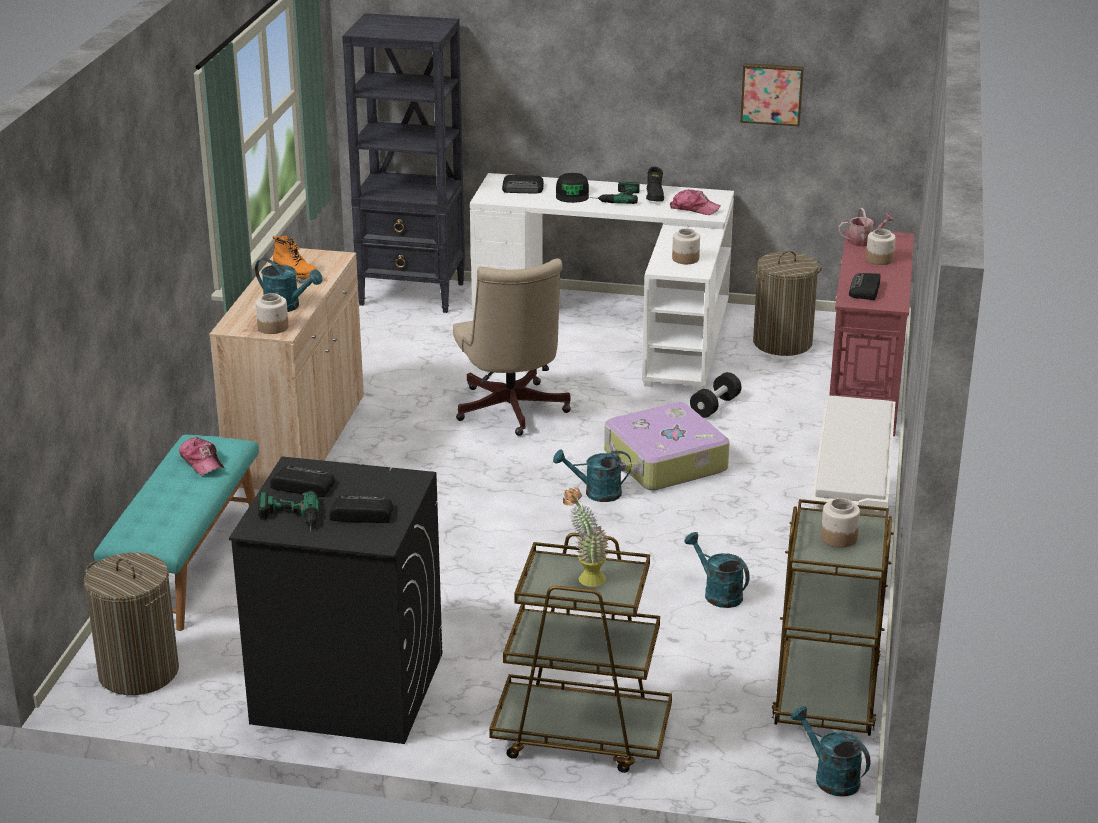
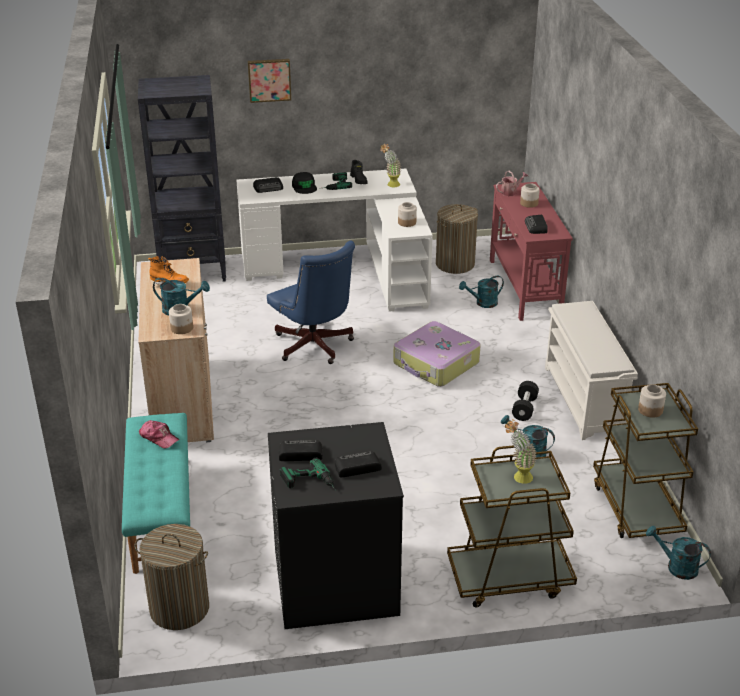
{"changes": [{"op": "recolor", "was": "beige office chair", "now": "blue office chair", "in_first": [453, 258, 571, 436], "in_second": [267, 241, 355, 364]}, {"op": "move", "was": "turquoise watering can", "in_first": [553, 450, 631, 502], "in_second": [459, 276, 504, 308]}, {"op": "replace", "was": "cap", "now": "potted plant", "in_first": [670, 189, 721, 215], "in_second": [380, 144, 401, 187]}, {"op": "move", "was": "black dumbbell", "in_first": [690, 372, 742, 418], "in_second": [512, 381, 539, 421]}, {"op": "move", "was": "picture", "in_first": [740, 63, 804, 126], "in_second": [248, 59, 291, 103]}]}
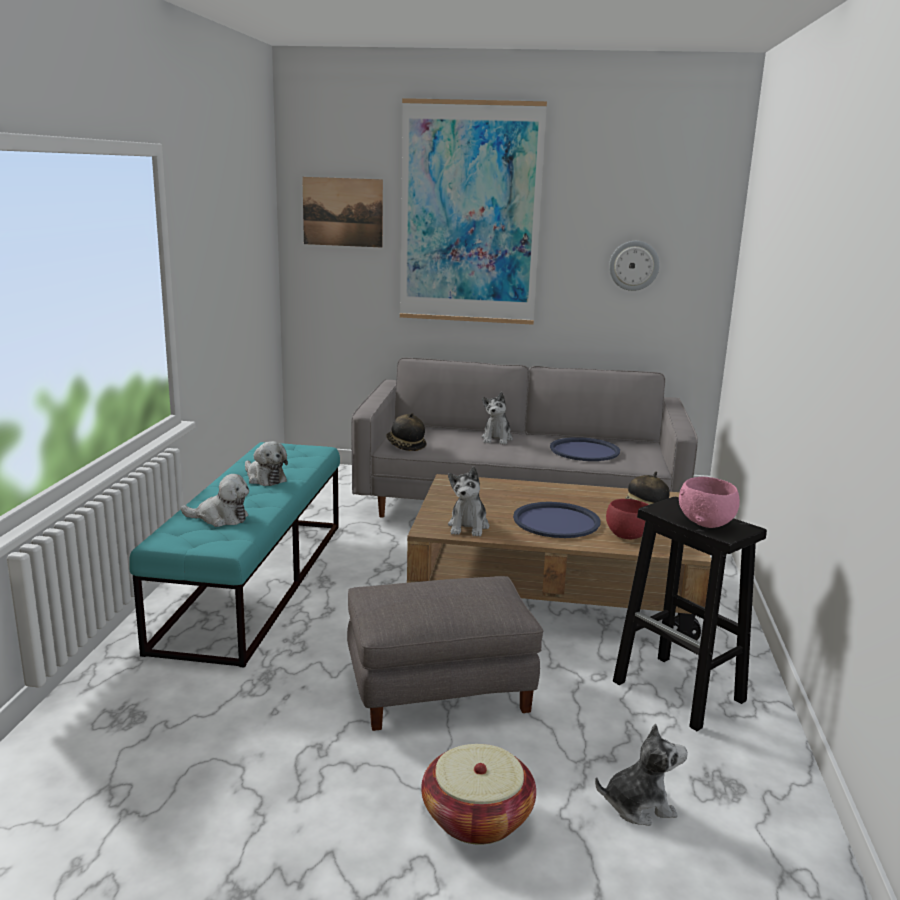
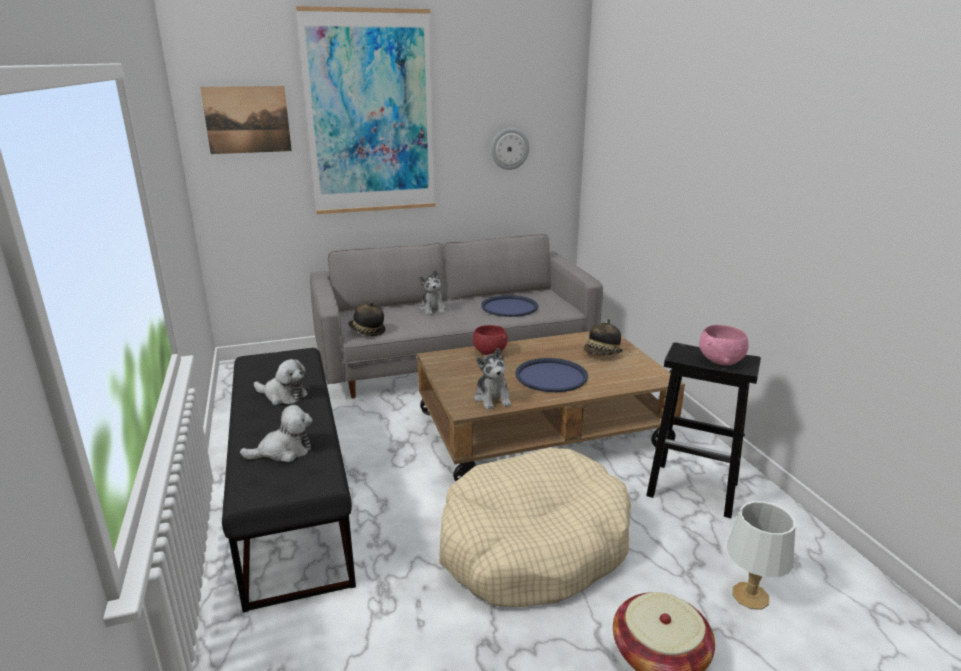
{"changes": [{"op": "recolor", "was": "turquoise bench", "now": "black bench", "in_first": [129, 442, 340, 668], "in_second": [222, 348, 356, 613]}, {"op": "replace", "was": "grey ottoman", "now": "beige dog bed", "in_first": [347, 576, 544, 731], "in_second": [439, 448, 631, 607]}, {"op": "replace", "was": "plush toy", "now": "white table lamp", "in_first": [595, 723, 687, 826], "in_second": [727, 501, 795, 610]}, {"op": "move", "was": "red bowl", "in_first": [606, 499, 649, 539], "in_second": [473, 325, 508, 355]}]}
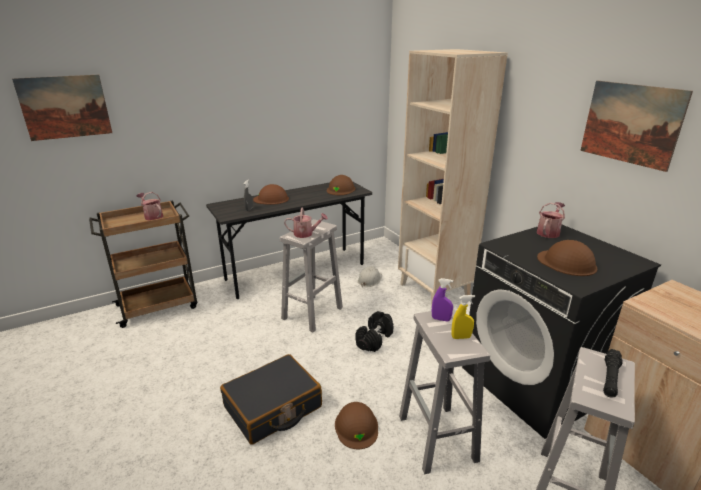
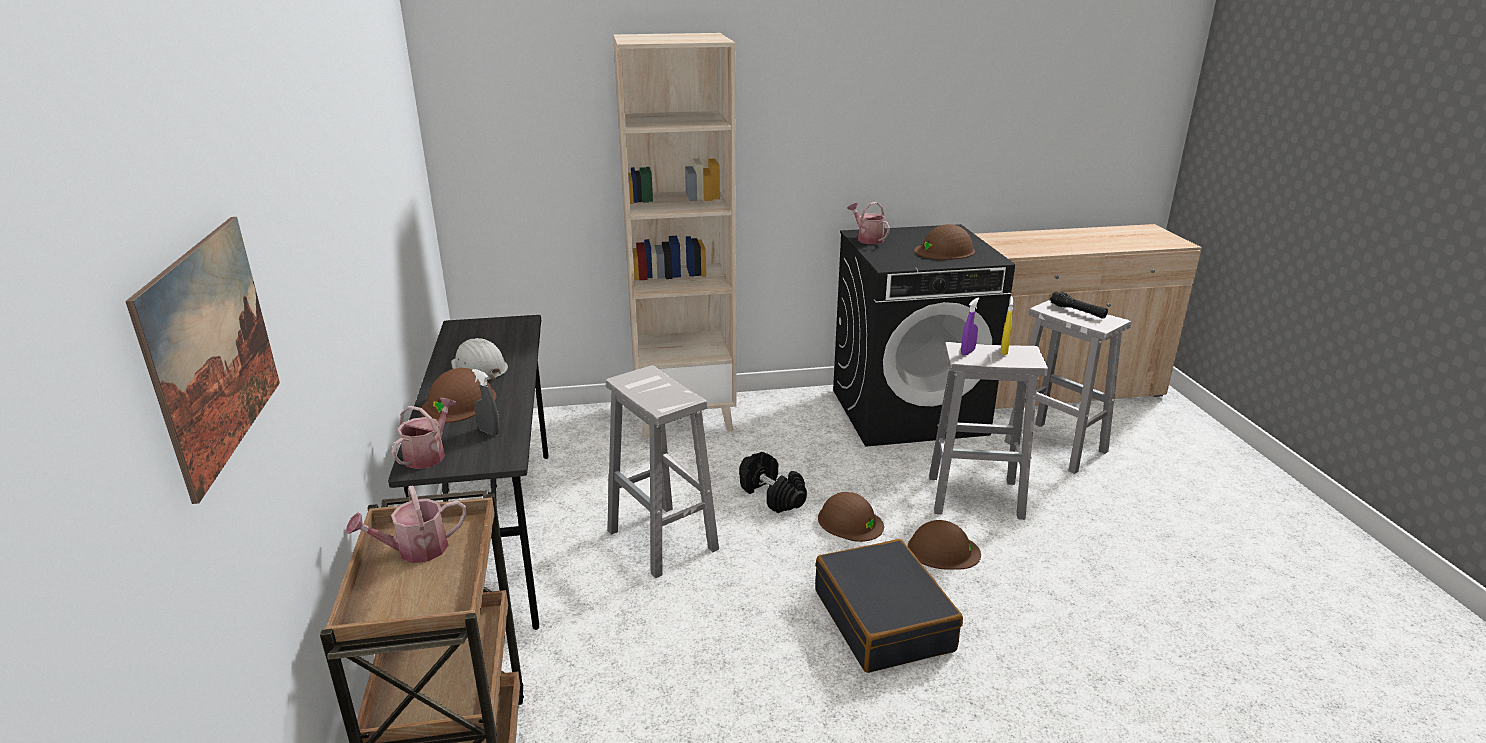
{"changes": [{"op": "move", "was": "watering can", "in_first": [284, 208, 328, 238], "in_second": [391, 398, 457, 469]}, {"op": "move", "was": "brown hard hat", "in_first": [326, 175, 355, 195], "in_second": [818, 492, 884, 542]}, {"op": "move", "was": "white hard hat", "in_first": [358, 266, 382, 287], "in_second": [451, 338, 508, 381]}, {"op": "delete", "was": "picture", "in_first": [580, 81, 693, 172]}]}
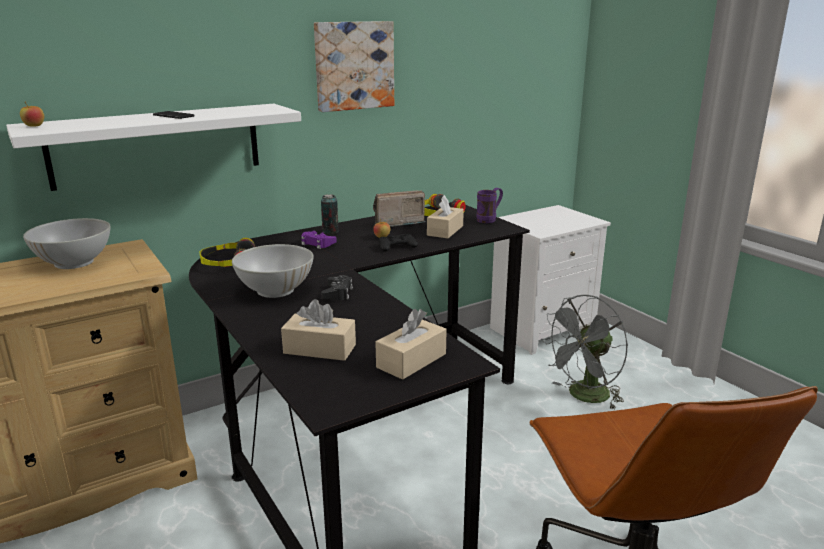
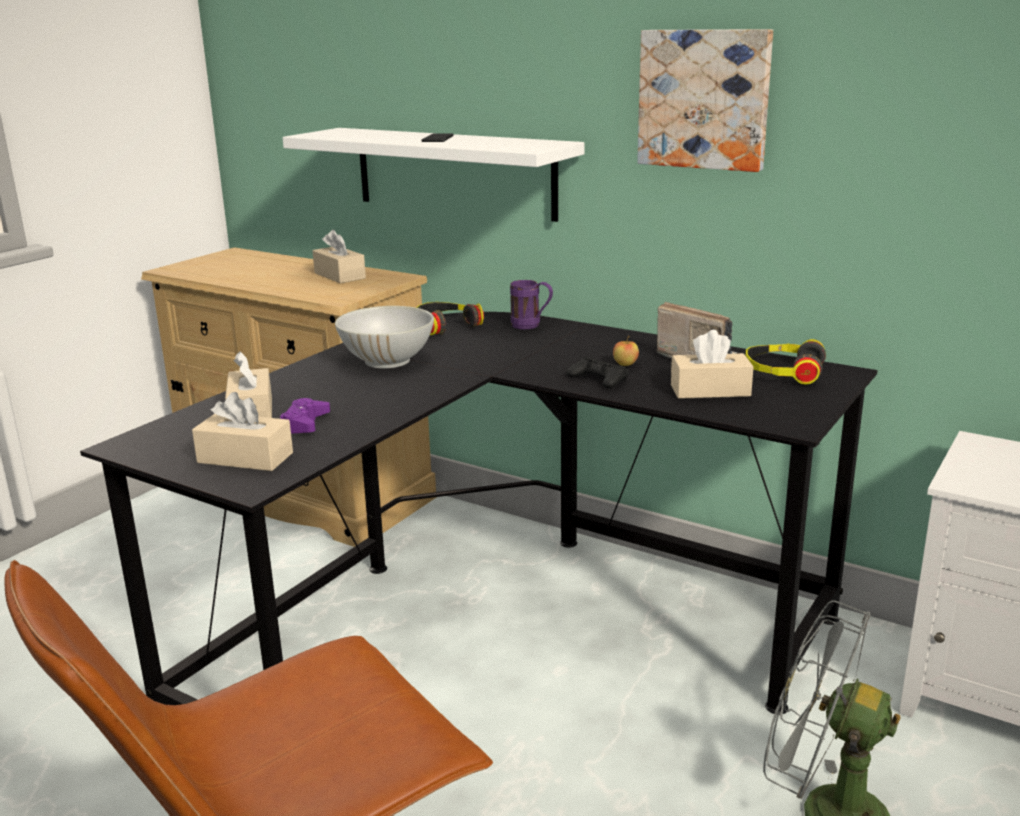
{"changes": [{"op": "delete", "was": "apple", "in_first": [20, 102, 44, 127]}, {"op": "replace", "was": "white bowl", "now": "beige tissue box", "in_first": [23, 218, 111, 269], "in_second": [312, 230, 366, 283]}, {"op": "move", "was": "purple game controller", "in_first": [301, 231, 337, 249], "in_second": [280, 398, 330, 433]}, {"op": "delete", "was": "can", "in_first": [321, 194, 339, 234]}, {"op": "delete", "was": "black game controller", "in_first": [321, 275, 353, 300]}, {"op": "move", "was": "purple mug", "in_first": [476, 188, 503, 223], "in_second": [510, 280, 553, 329]}]}
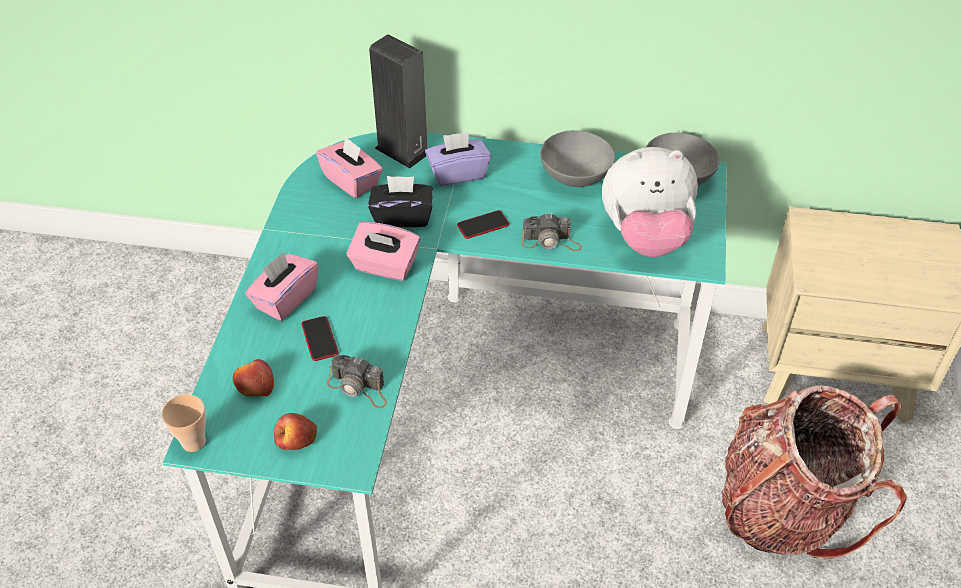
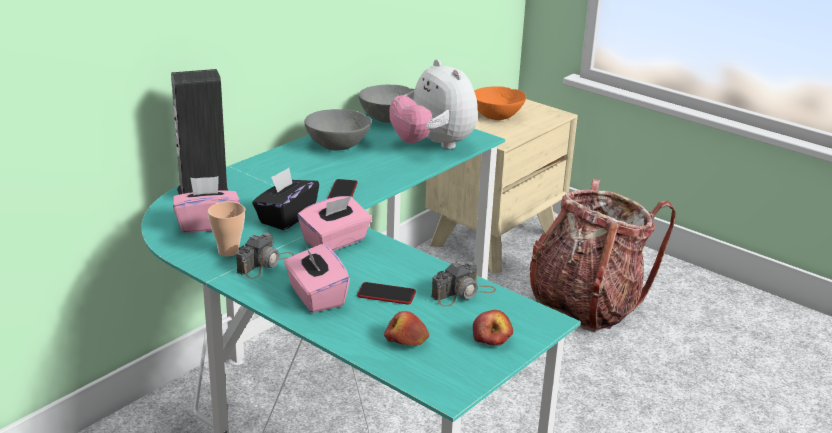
{"changes": [{"op": "move", "was": "cup", "in_first": [161, 394, 206, 452], "in_second": [208, 202, 245, 257]}, {"op": "delete", "was": "purple tissue box", "in_first": [425, 132, 491, 186]}, {"op": "move", "was": "photo camera", "in_first": [522, 213, 582, 251], "in_second": [236, 232, 294, 279]}, {"op": "rotate", "was": "plush toy", "in_first": [602, 147, 698, 257], "in_second": [389, 59, 478, 149], "clockwise": 120}, {"op": "insert", "now": "orange bowl", "in_second": [474, 86, 526, 120]}]}
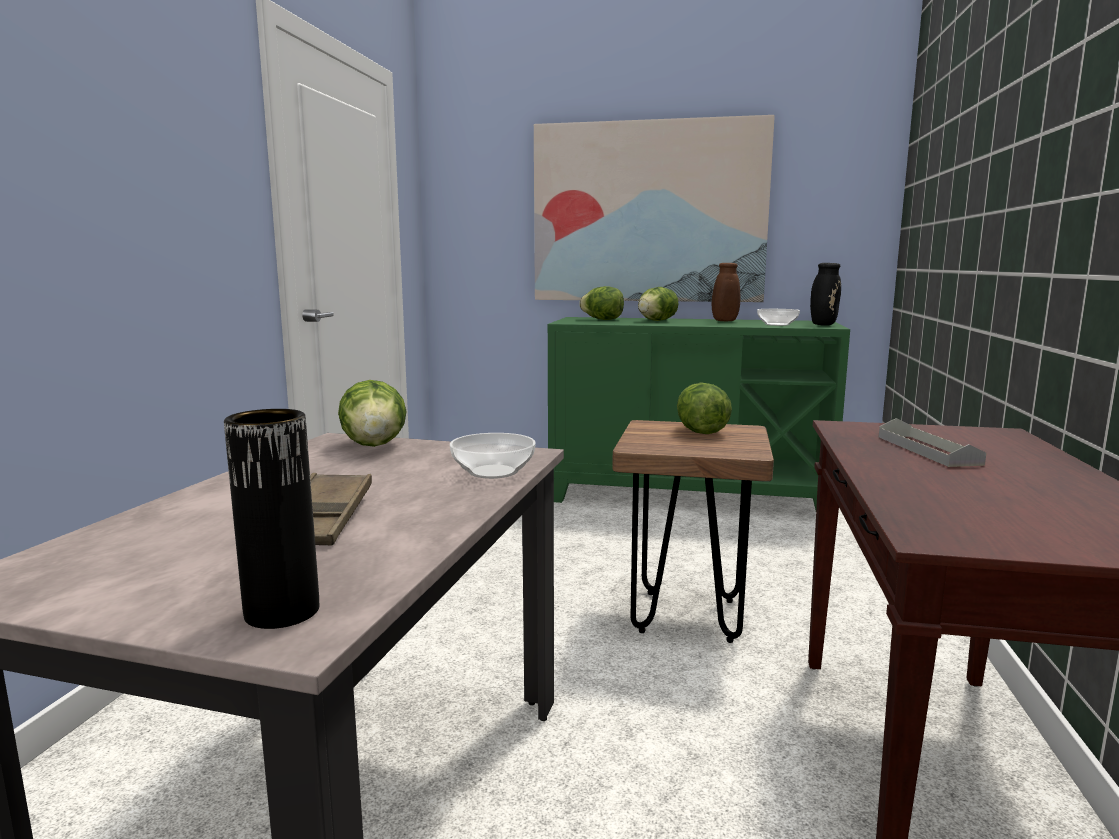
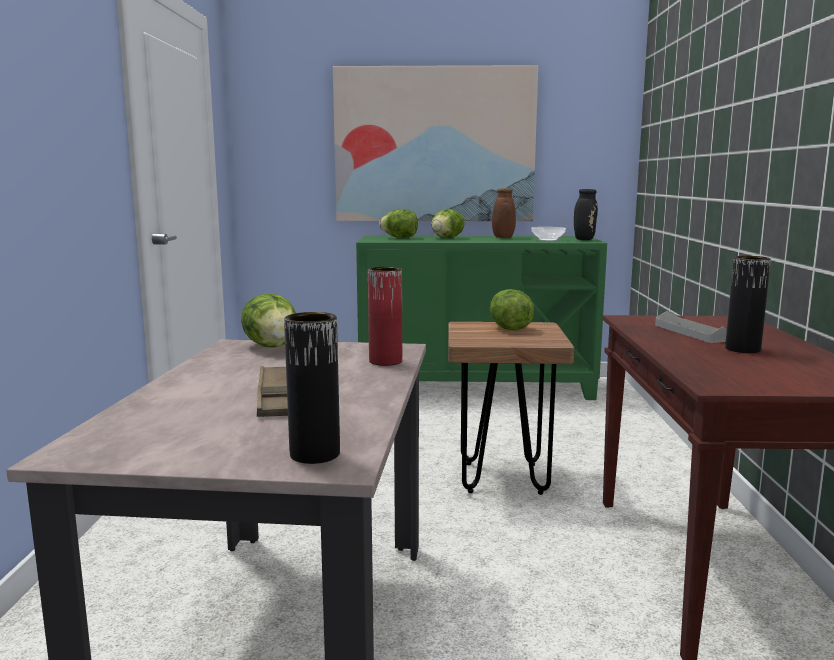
{"changes": [{"op": "replace", "was": "bowl", "now": "red vase", "in_first": [450, 433, 536, 479], "in_second": [368, 267, 402, 366]}, {"op": "insert", "now": "black vase", "in_second": [725, 256, 771, 353]}]}
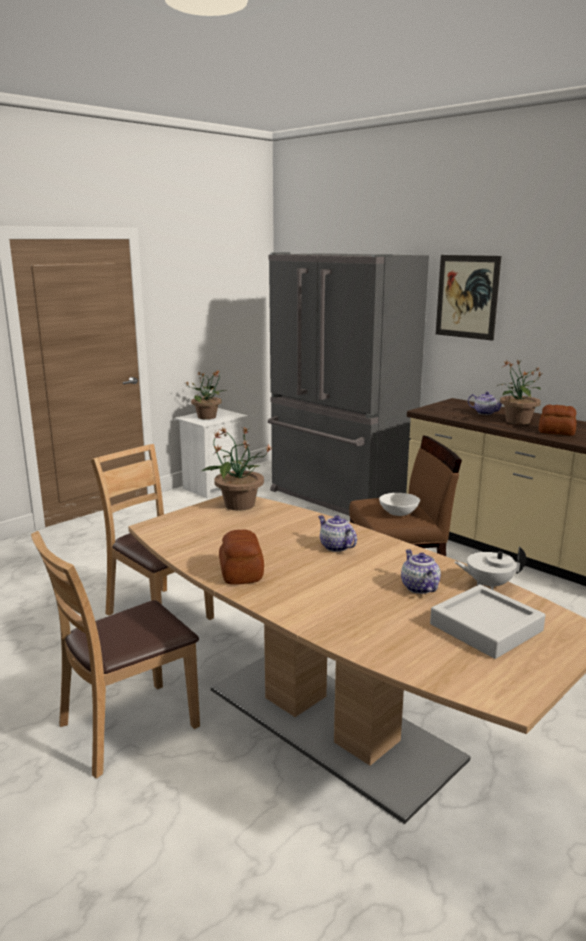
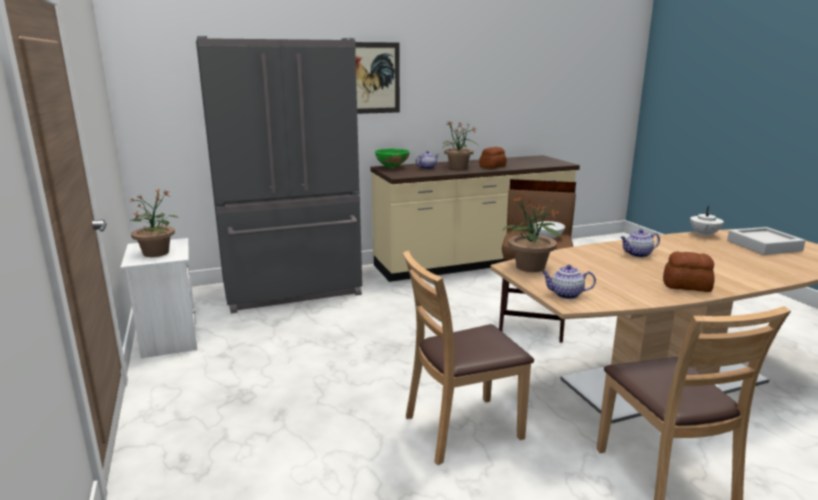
{"changes": [{"op": "move", "was": "teapot", "in_first": [401, 549, 441, 594], "in_second": [542, 265, 596, 299]}, {"op": "insert", "now": "green bowl", "in_second": [375, 148, 410, 168]}]}
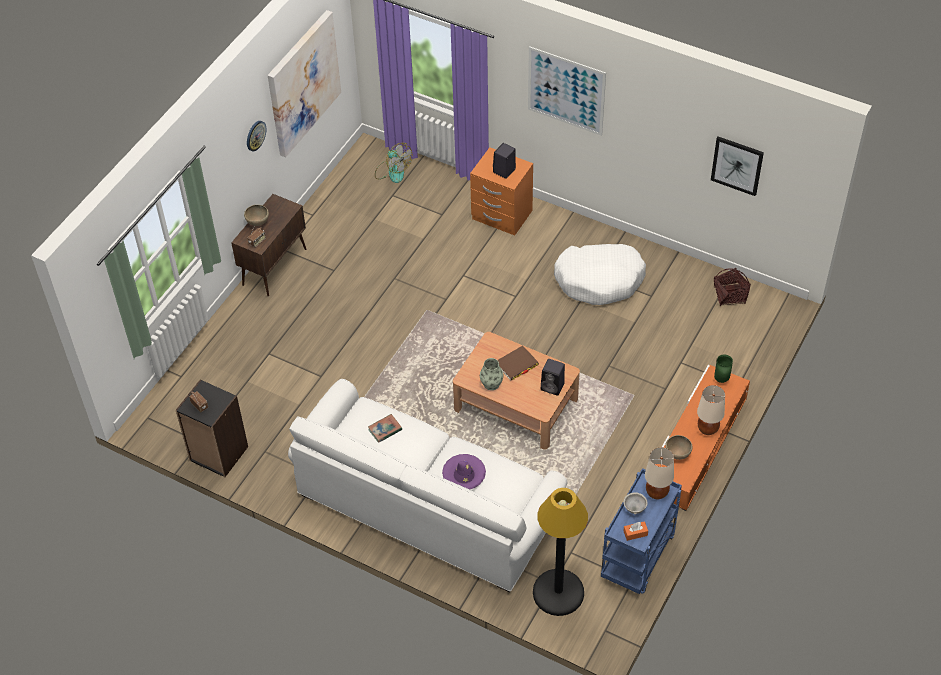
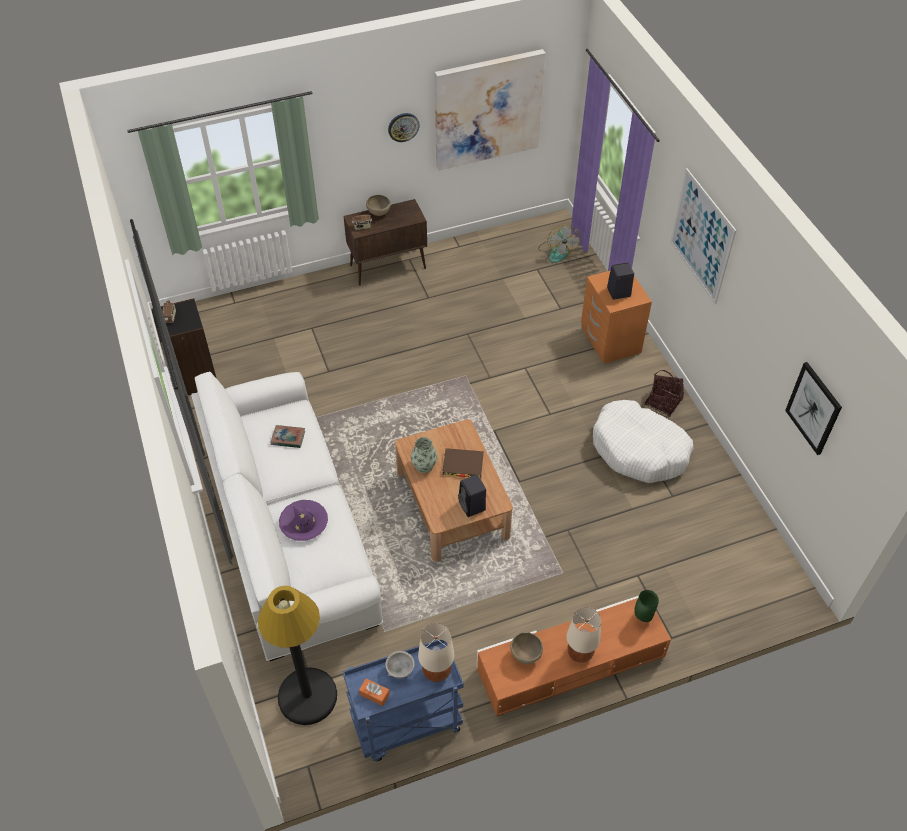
{"changes": [{"op": "move", "was": "basket", "in_first": [714, 267, 751, 306], "in_second": [645, 370, 684, 417]}]}
